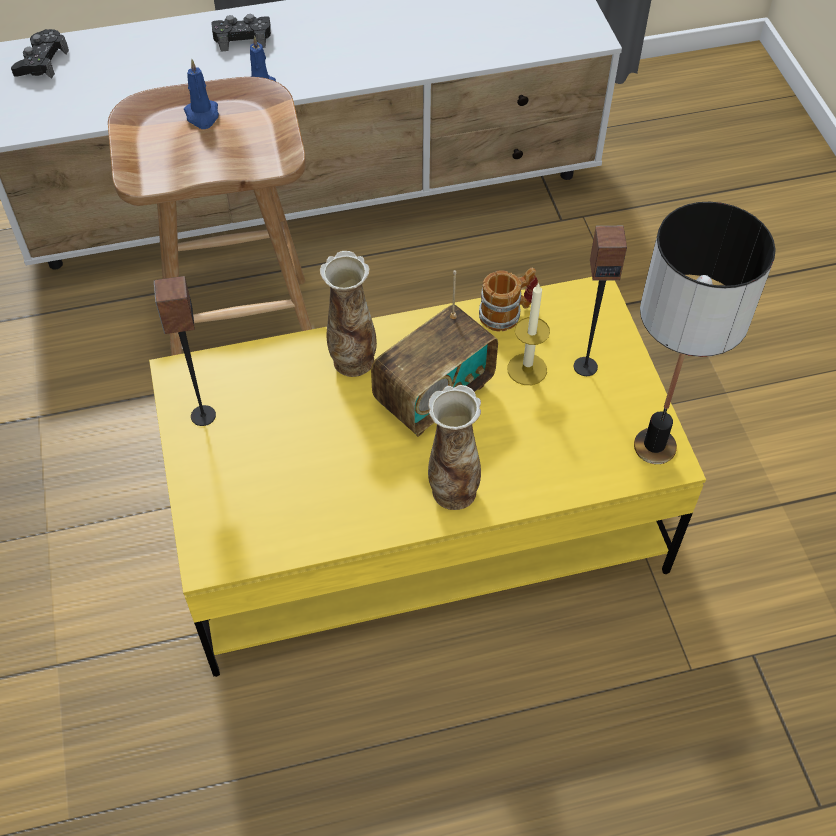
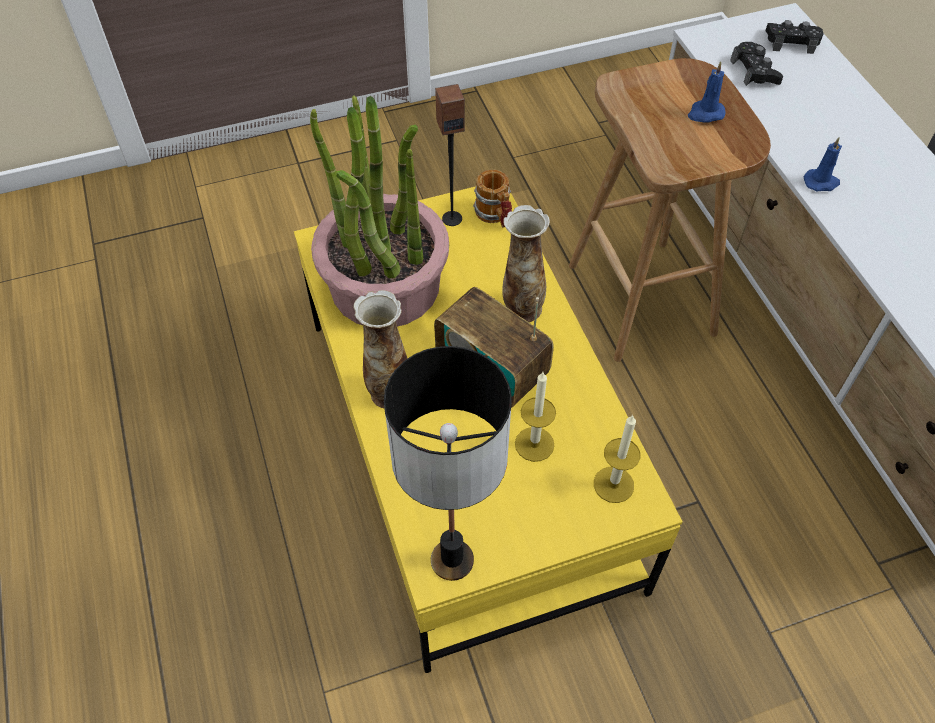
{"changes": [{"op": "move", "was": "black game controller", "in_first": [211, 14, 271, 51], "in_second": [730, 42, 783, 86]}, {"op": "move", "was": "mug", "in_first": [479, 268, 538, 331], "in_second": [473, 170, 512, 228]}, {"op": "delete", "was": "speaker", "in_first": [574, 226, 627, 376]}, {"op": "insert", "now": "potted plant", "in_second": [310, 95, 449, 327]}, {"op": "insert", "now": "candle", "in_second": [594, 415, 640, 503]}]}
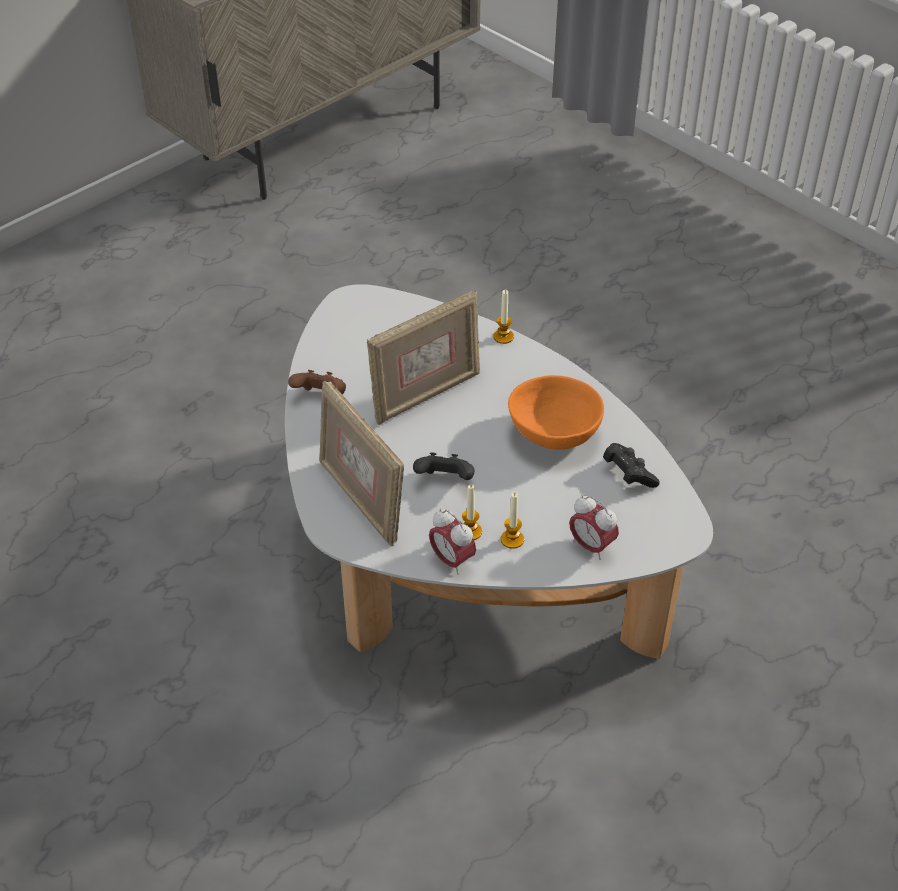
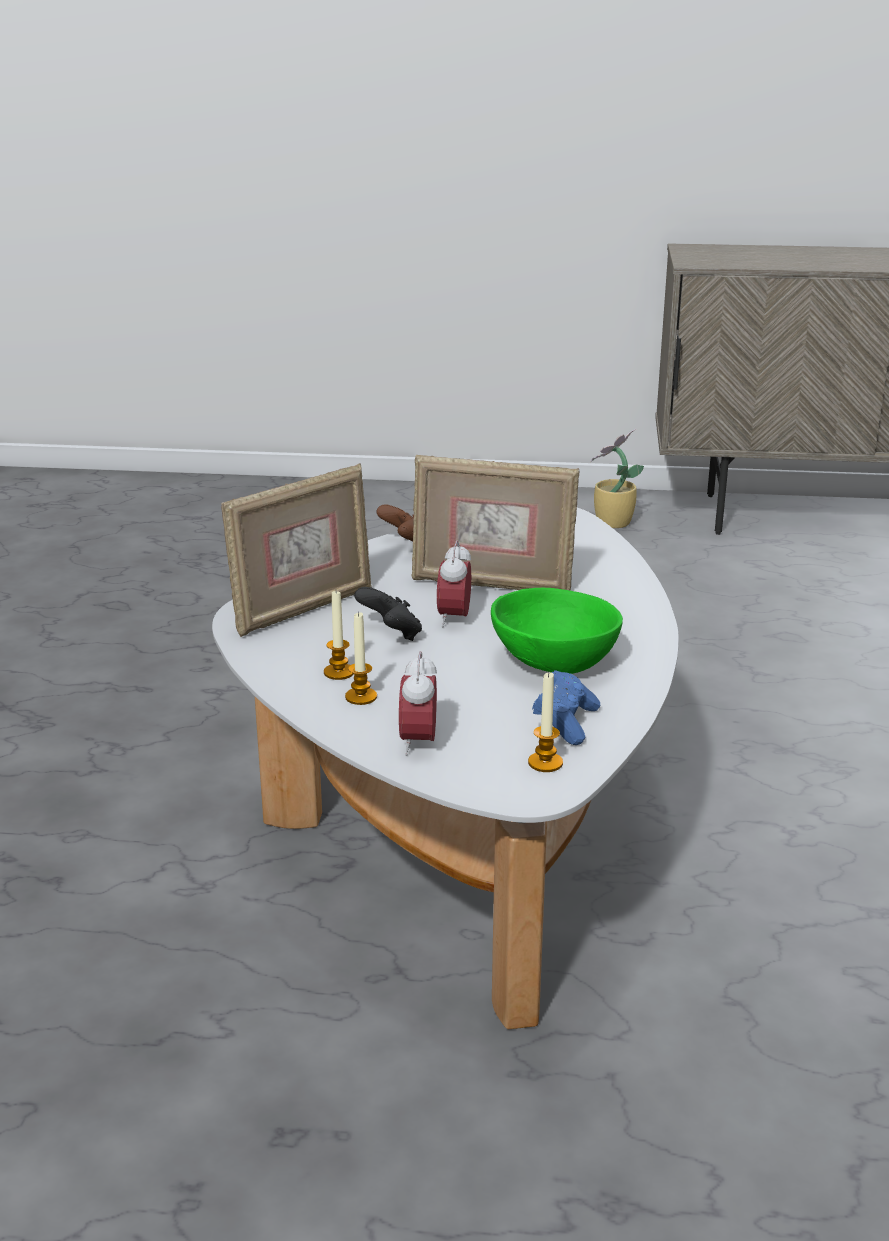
{"changes": [{"op": "rotate", "was": "picture frame", "in_first": [319, 381, 404, 546], "in_second": [221, 463, 372, 637], "clockwise": -150}, {"op": "move", "was": "alarm clock", "in_first": [429, 509, 476, 575], "in_second": [437, 540, 471, 627]}, {"op": "move", "was": "candle", "in_first": [493, 290, 514, 344], "in_second": [528, 672, 563, 772]}, {"op": "recolor", "was": "orange bowl", "now": "green bowl", "in_first": [508, 375, 604, 450], "in_second": [491, 588, 623, 674]}, {"op": "recolor", "was": "black game controller", "now": "blue game controller", "in_first": [603, 443, 660, 488], "in_second": [532, 670, 600, 745]}, {"op": "insert", "now": "potted plant", "in_second": [590, 429, 644, 528]}]}
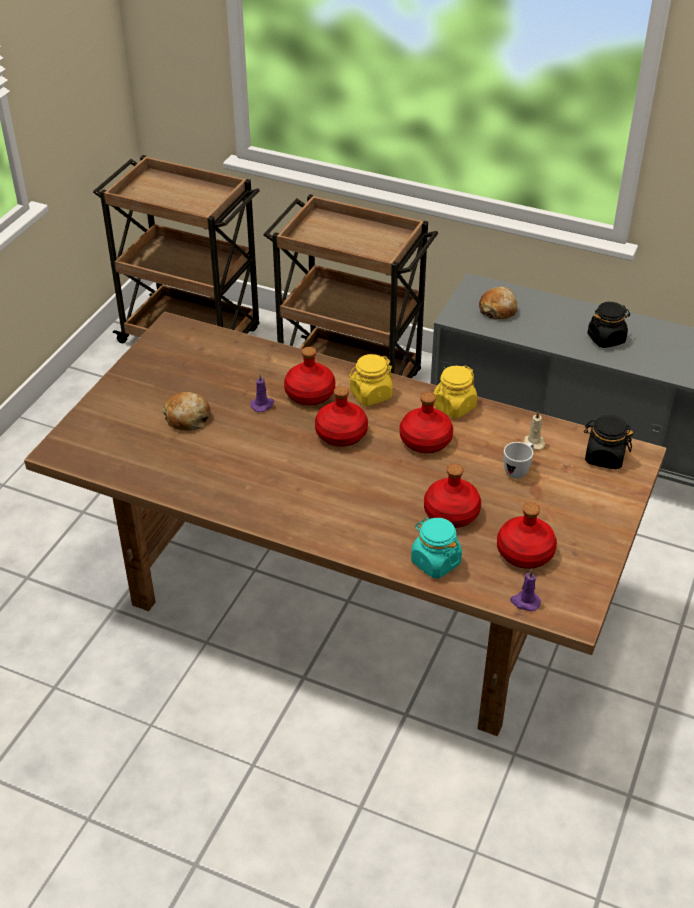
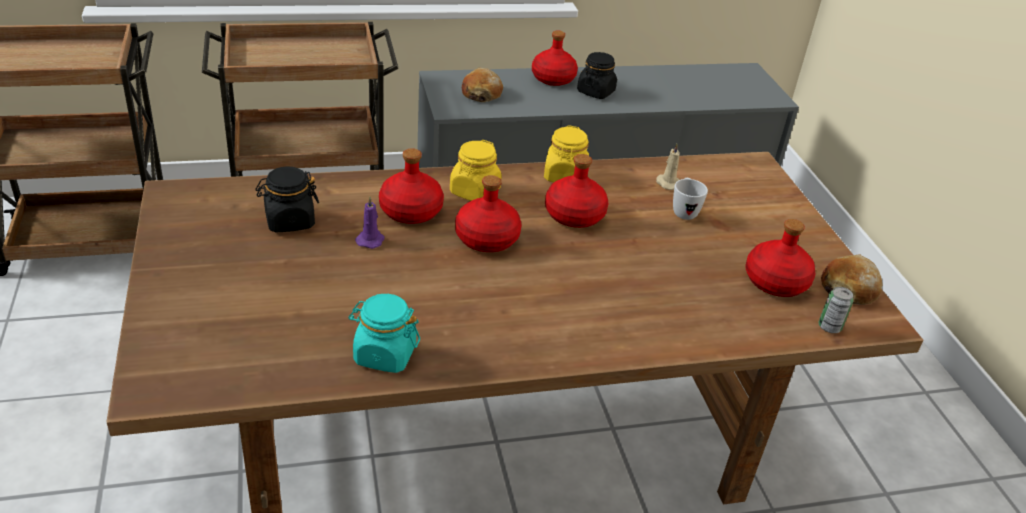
{"changes": [{"op": "move", "was": "bread", "in_first": [162, 392, 210, 431], "in_second": [821, 255, 883, 305]}, {"op": "move", "was": "turquoise jar", "in_first": [411, 518, 462, 578], "in_second": [348, 294, 420, 373]}, {"op": "move", "was": "red bottle", "in_first": [424, 464, 481, 528], "in_second": [532, 31, 578, 86]}, {"op": "replace", "was": "purple candle", "now": "can", "in_first": [510, 569, 541, 611], "in_second": [819, 287, 853, 333]}, {"op": "move", "was": "black jar", "in_first": [584, 415, 633, 469], "in_second": [255, 166, 319, 232]}]}
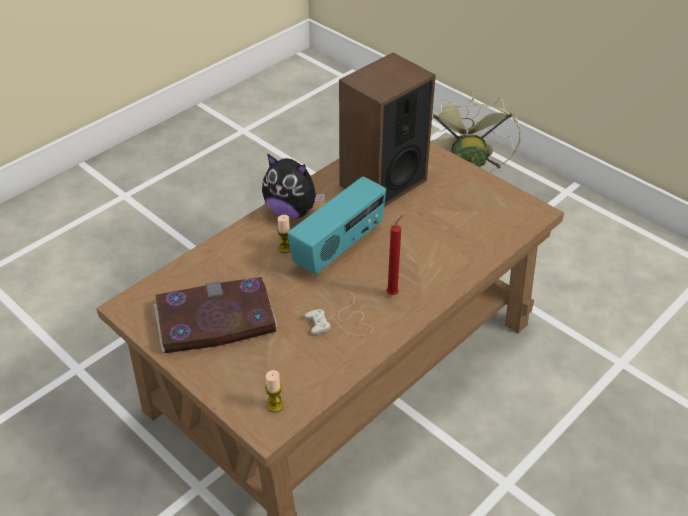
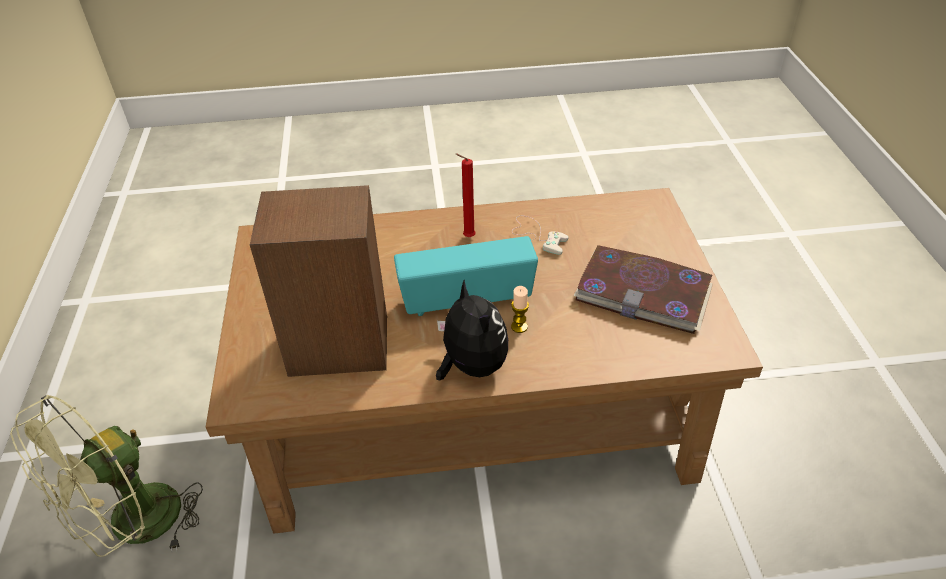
{"changes": [{"op": "delete", "was": "candle", "in_first": [265, 370, 283, 413]}]}
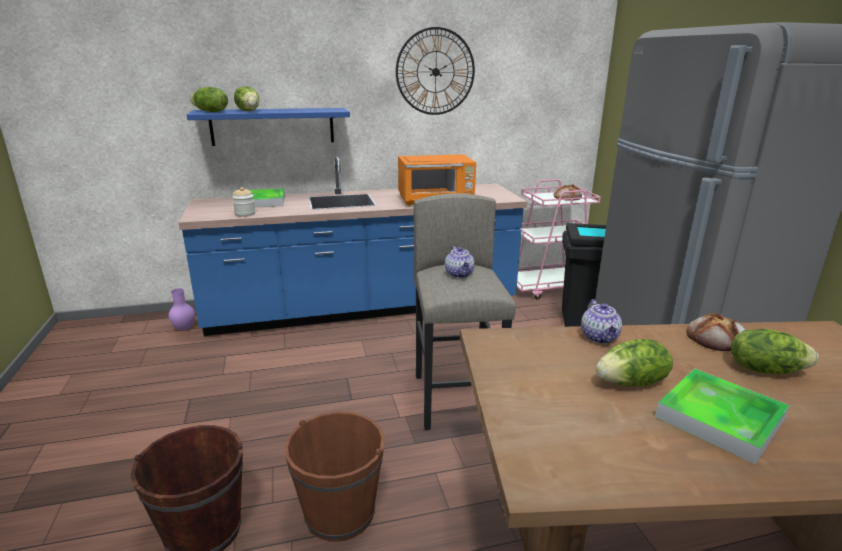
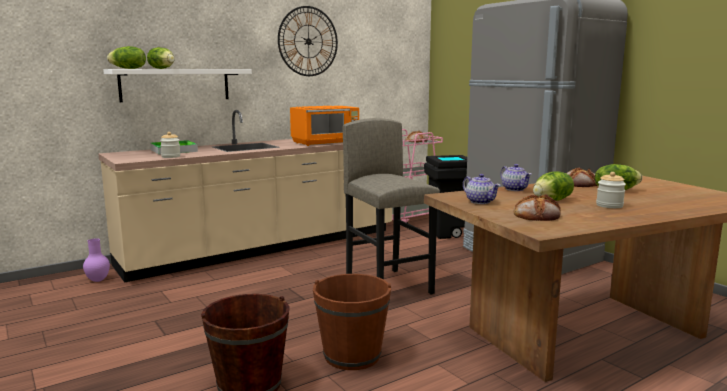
{"changes": [{"op": "recolor", "was": "blue counter", "now": "beige counter", "in_first": [178, 157, 527, 336], "in_second": [98, 110, 392, 283]}, {"op": "recolor", "was": "blue shelf", "now": "white shelf", "in_first": [187, 108, 350, 146], "in_second": [103, 69, 252, 102]}, {"op": "move", "was": "teapot", "in_first": [445, 246, 475, 278], "in_second": [463, 174, 501, 204]}, {"op": "replace", "was": "tray", "now": "jar", "in_first": [655, 368, 789, 464], "in_second": [596, 172, 626, 208]}, {"op": "insert", "now": "bread", "in_second": [514, 194, 561, 221]}]}
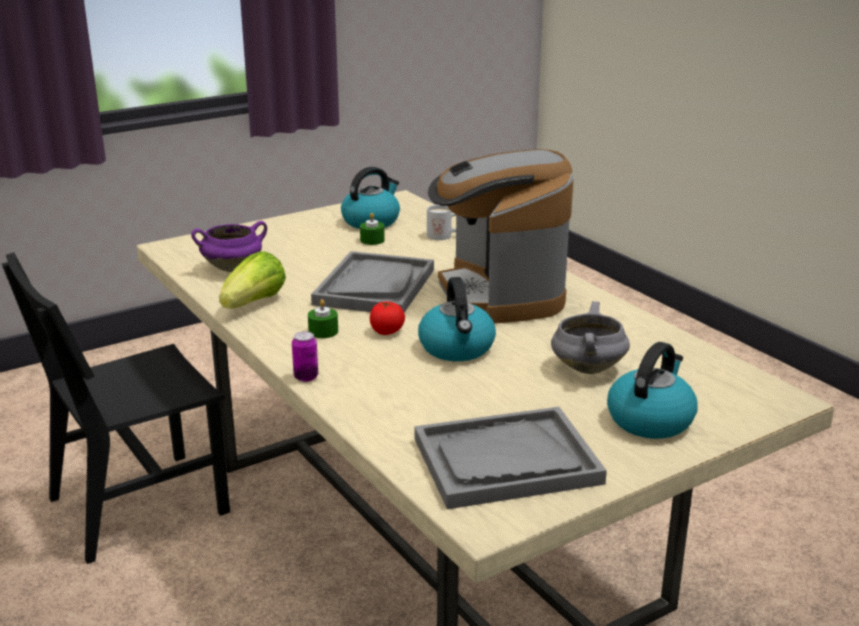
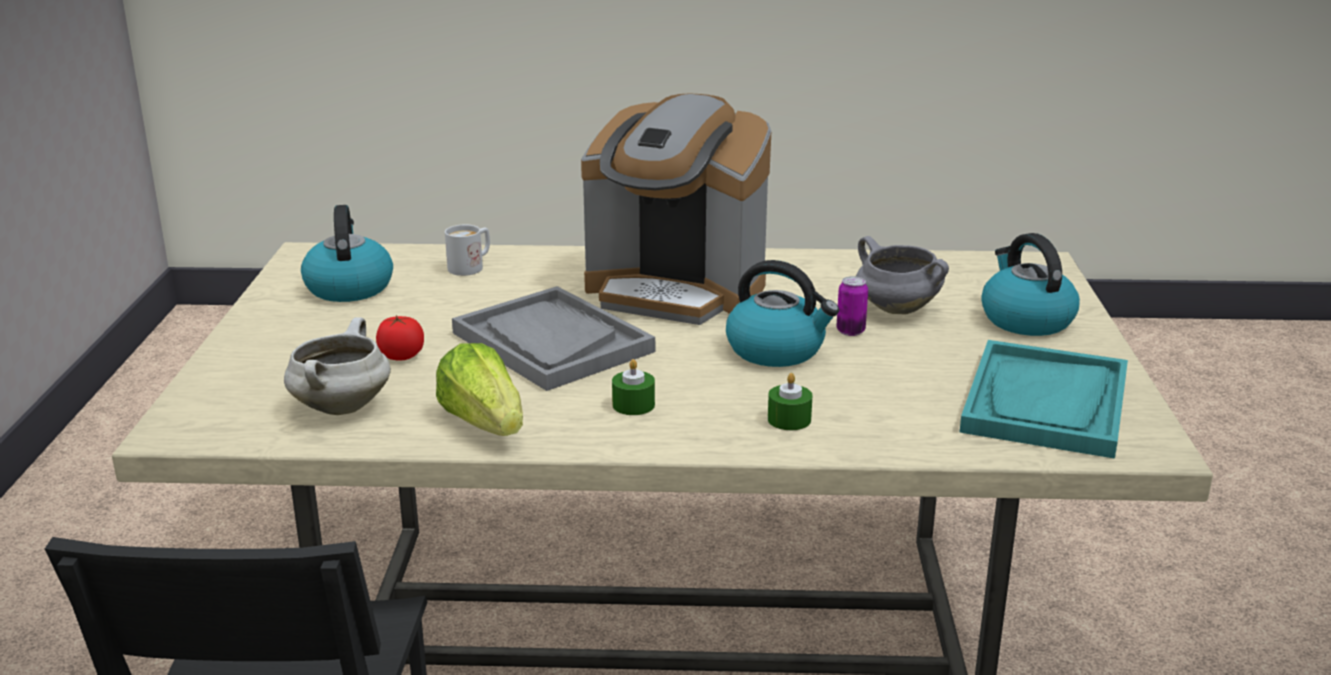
{"changes": [{"op": "recolor", "was": "purple cooking pot", "now": "white cooking pot", "in_first": [191, 221, 267, 272], "in_second": [284, 317, 391, 415]}, {"op": "move", "was": "can", "in_first": [292, 331, 318, 382], "in_second": [836, 276, 868, 336]}, {"op": "move", "was": "green candle", "in_first": [360, 213, 385, 245], "in_second": [768, 373, 812, 430]}, {"op": "move", "was": "tomato", "in_first": [370, 301, 405, 335], "in_second": [376, 315, 424, 361]}, {"op": "recolor", "was": "grey tray", "now": "turquoise tray", "in_first": [414, 407, 607, 509], "in_second": [959, 340, 1128, 459]}]}
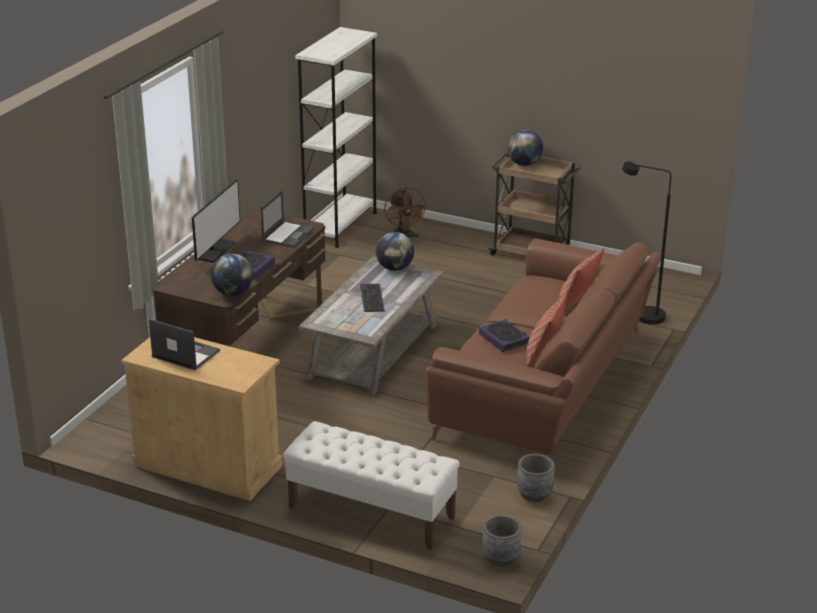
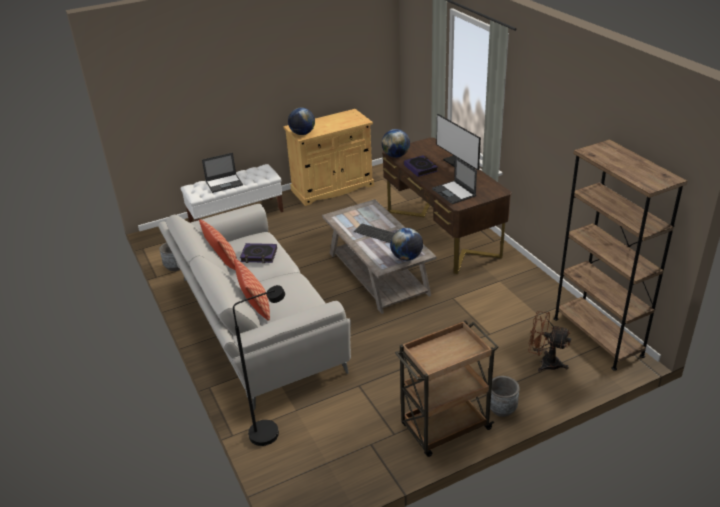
{"changes": [{"op": "move", "was": "laptop", "in_first": [149, 319, 220, 370], "in_second": [202, 153, 243, 193]}, {"op": "recolor", "was": "white bookcase", "now": "brown bookcase", "in_first": [295, 27, 377, 248], "in_second": [554, 139, 687, 371]}, {"op": "recolor", "was": "brown sofa", "now": "grey sofa", "in_first": [425, 239, 661, 457], "in_second": [158, 204, 351, 410]}, {"op": "move", "was": "grey planter", "in_first": [482, 515, 522, 567], "in_second": [490, 376, 519, 417]}, {"op": "move", "was": "globe", "in_first": [507, 130, 543, 166], "in_second": [288, 108, 315, 135]}]}
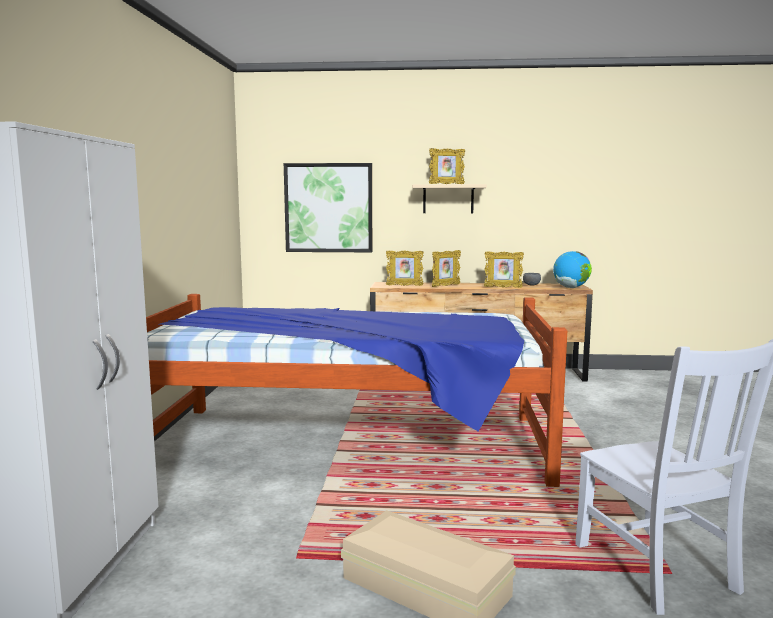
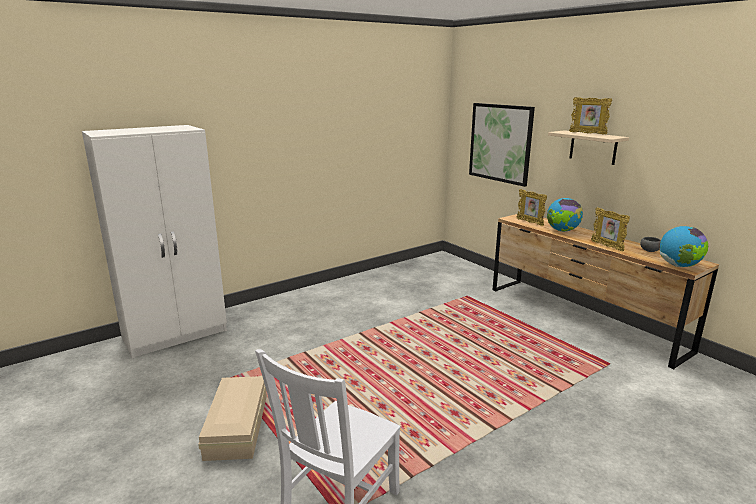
{"changes": [{"op": "delete", "was": "bed", "in_first": [146, 294, 567, 487]}, {"op": "replace", "was": "picture frame", "now": "globe", "in_first": [432, 250, 461, 287], "in_second": [547, 198, 583, 232]}]}
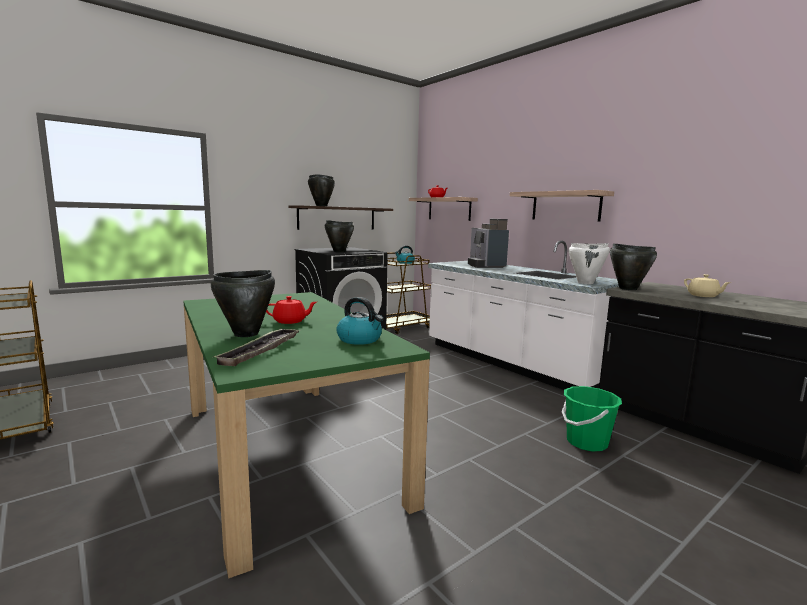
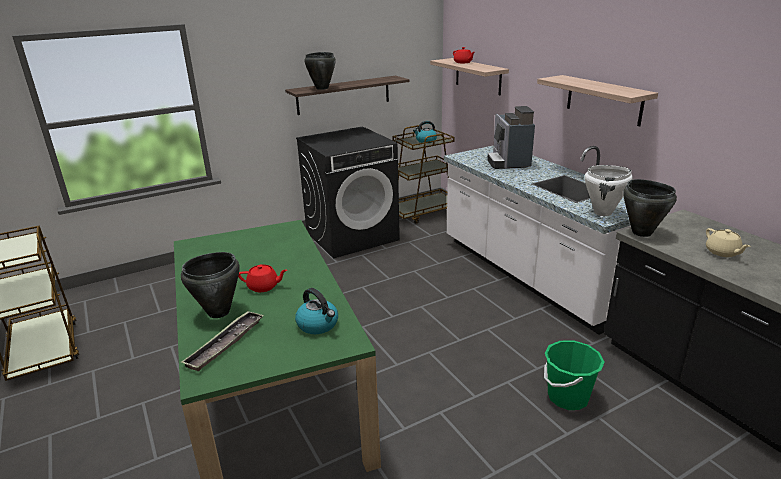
{"changes": [{"op": "delete", "was": "black cooking pot", "in_first": [325, 220, 354, 252]}]}
